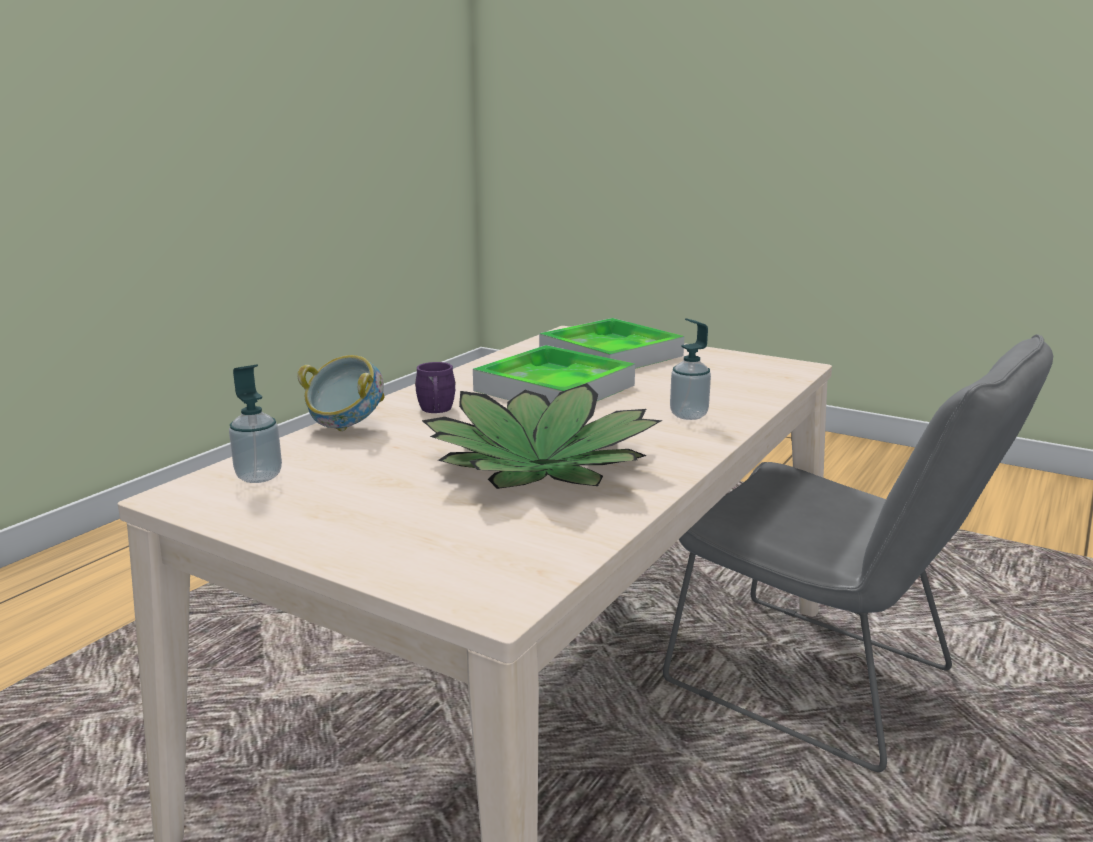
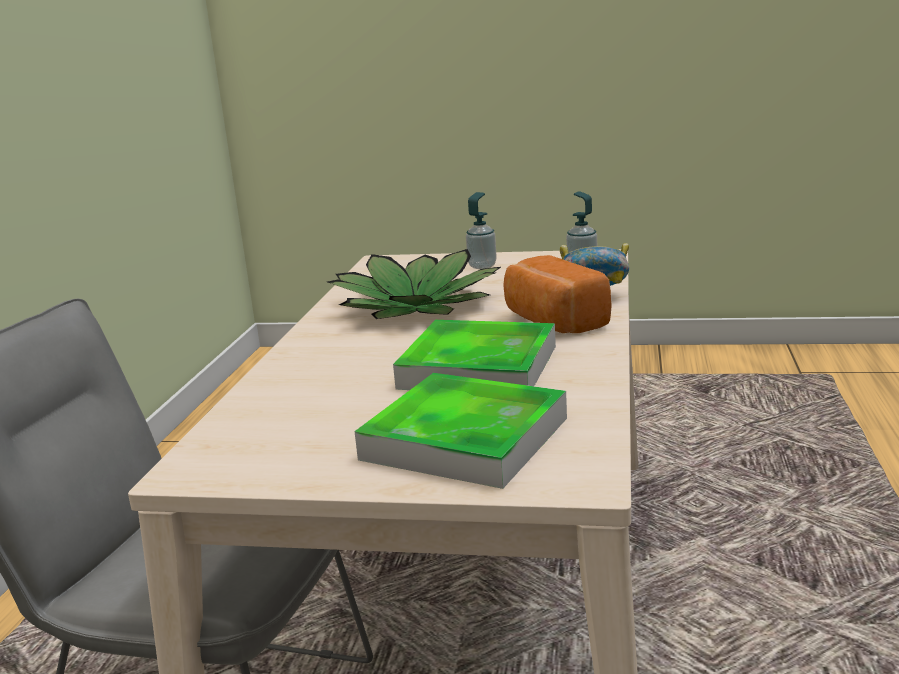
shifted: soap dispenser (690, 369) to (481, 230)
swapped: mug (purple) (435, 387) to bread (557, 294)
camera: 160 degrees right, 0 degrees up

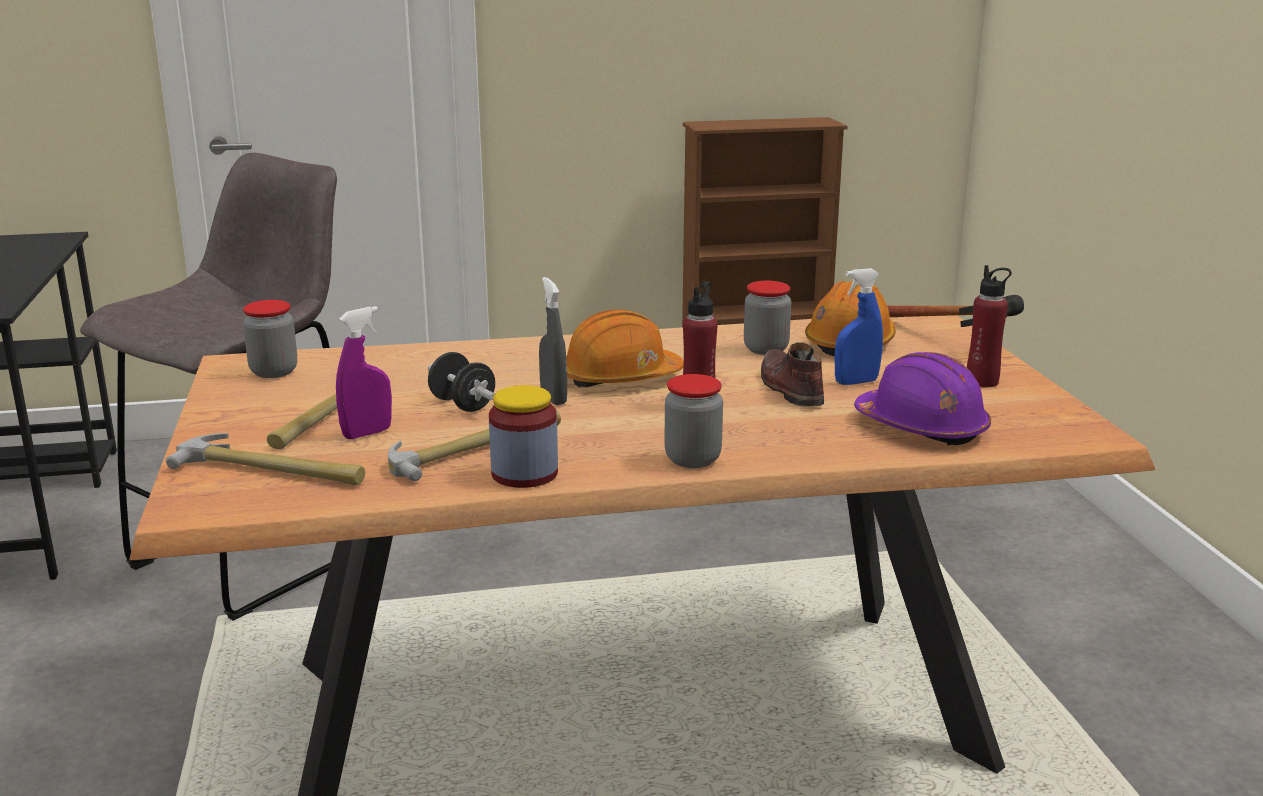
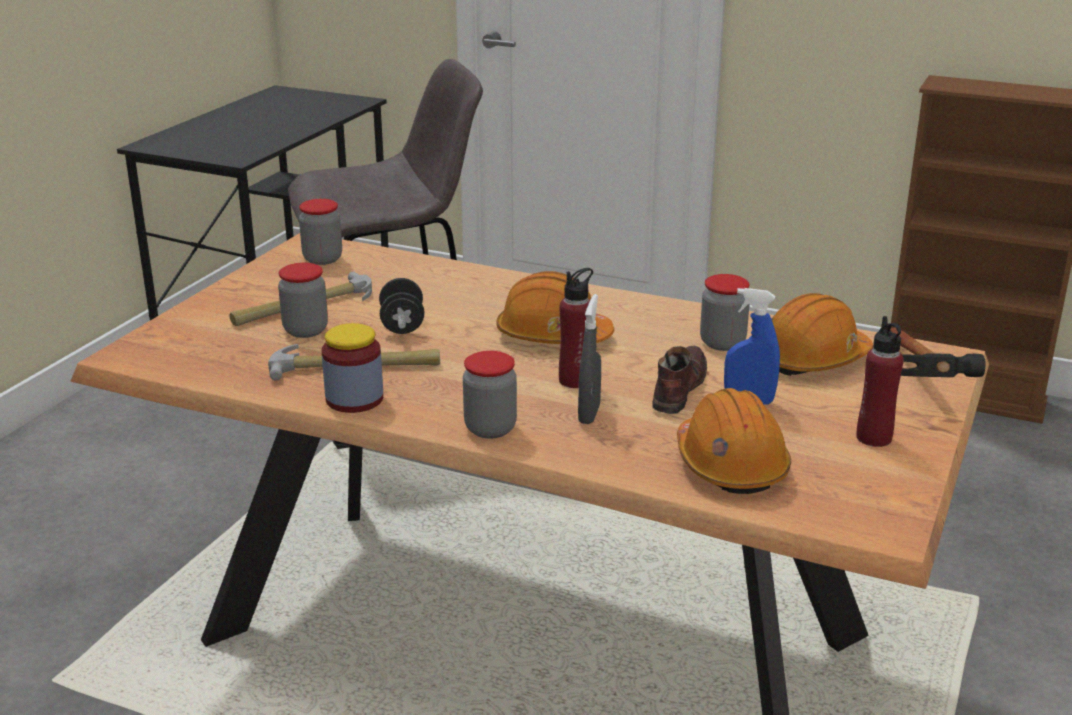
gone: hammer (265, 459)
shifted: spray bottle (grey) (553, 341) to (589, 359)
swapped: spray bottle (purple) (364, 372) to jar (303, 300)
repainted: hard hat (purple) (922, 398) to hard hat (orange) (734, 441)
camera: 35 degrees right, 5 degrees up

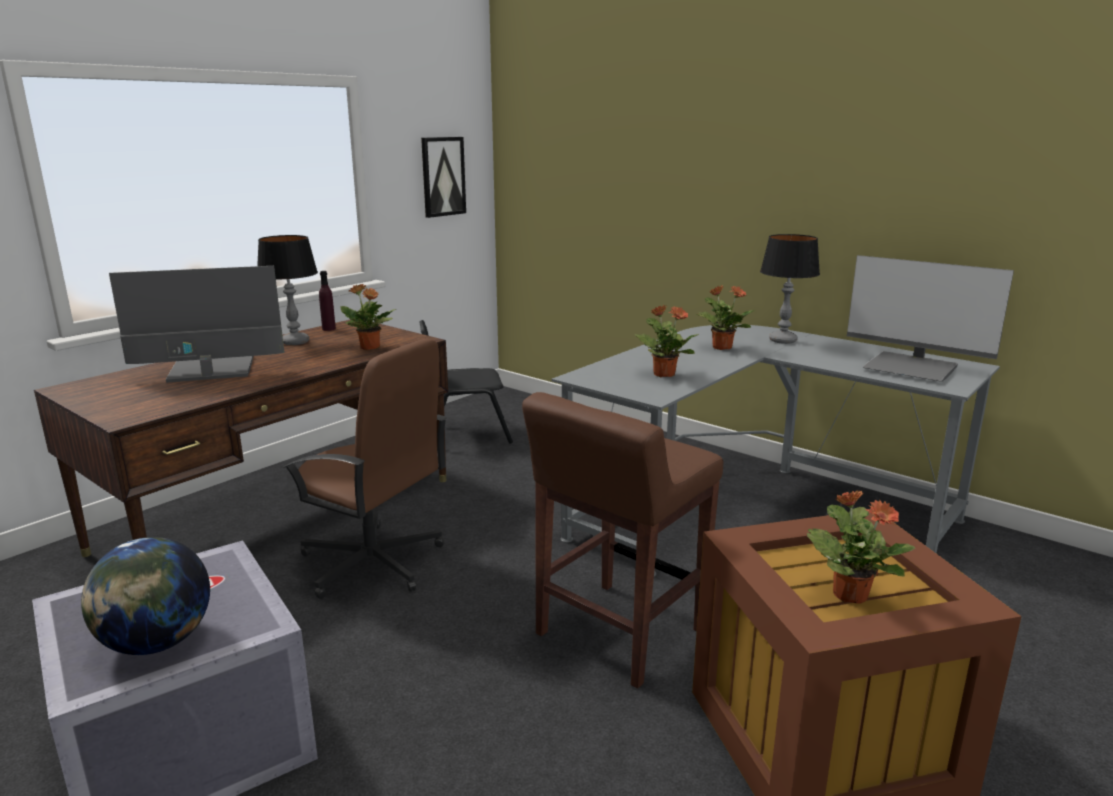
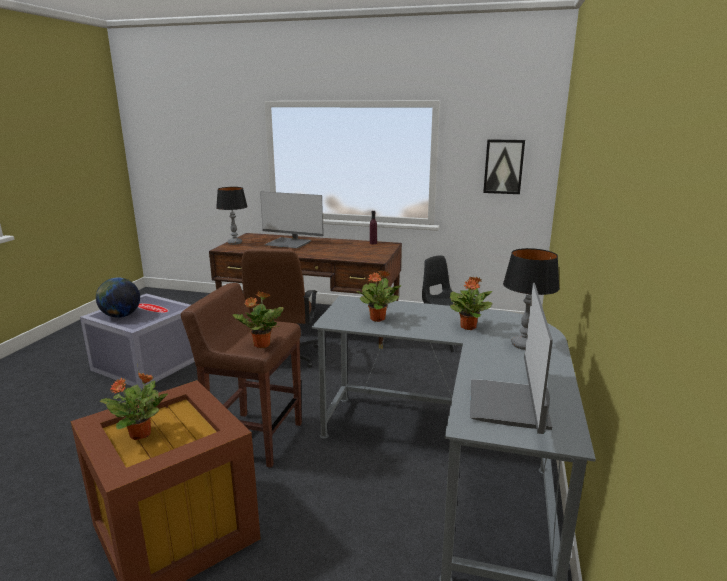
shifted: table lamp (287, 290) to (232, 216); potted plant (368, 317) to (258, 319)
rotated: monitor (196, 324) = (292, 219) 150 degrees clockwise
camera: 65 degrees right, 0 degrees up

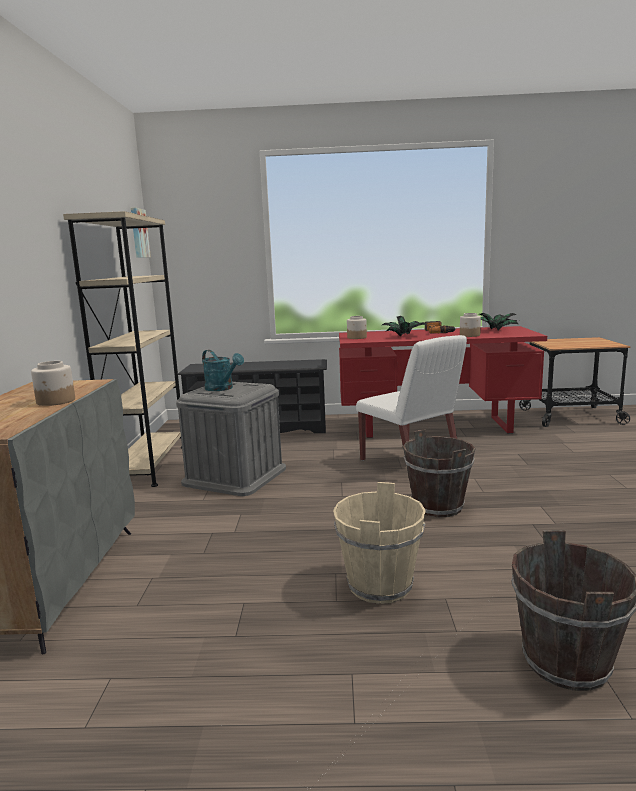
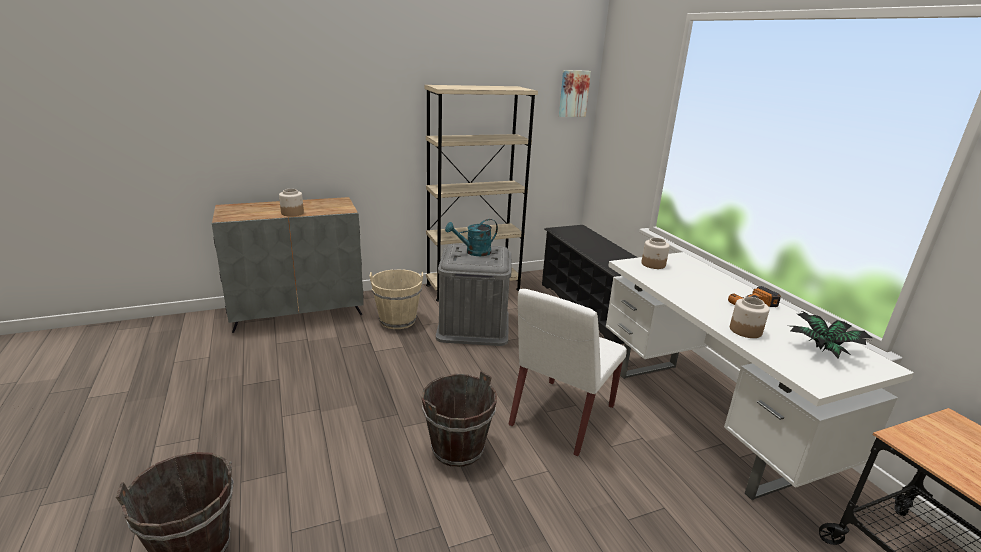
gone: potted plant (405, 326)
shifted: bucket (beige) (379, 543) to (396, 299)
repainted: desk (red) (443, 382) to desk (white) (760, 376)
rotated: watering can (turquoise) (223, 370) = (471, 237) 45 degrees clockwise
camera: 65 degrees right, 10 degrees up

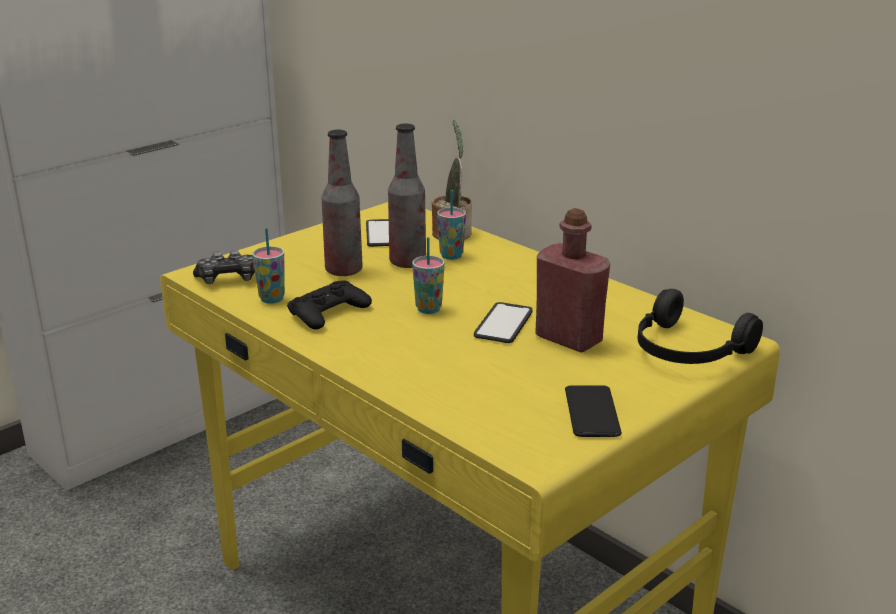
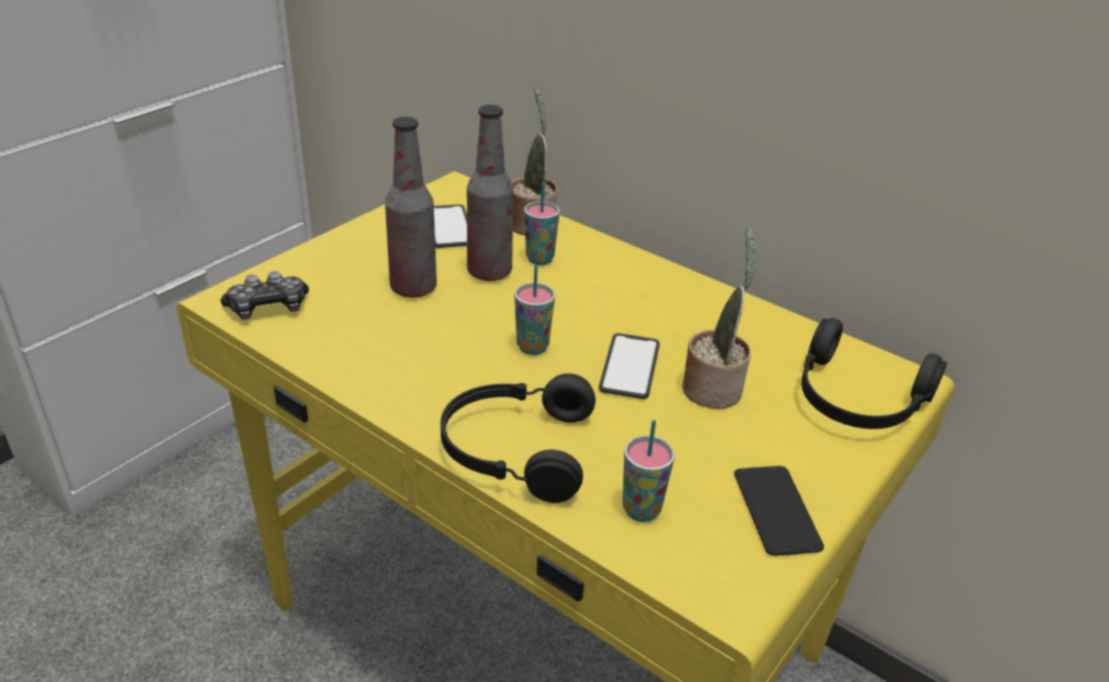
gone: game controller (black) (329, 304)
new: headphones (black) (518, 438)
shifted: cup (268, 266) to (648, 471)
swapped: bottle (red) (572, 280) to potted plant (720, 318)
camera: 10 degrees left, 10 degrees up

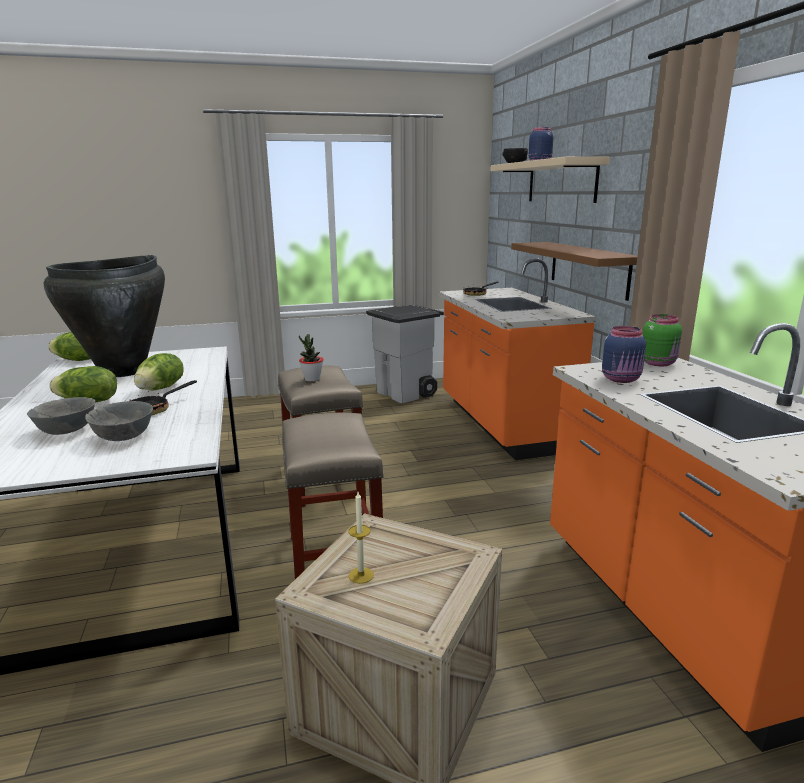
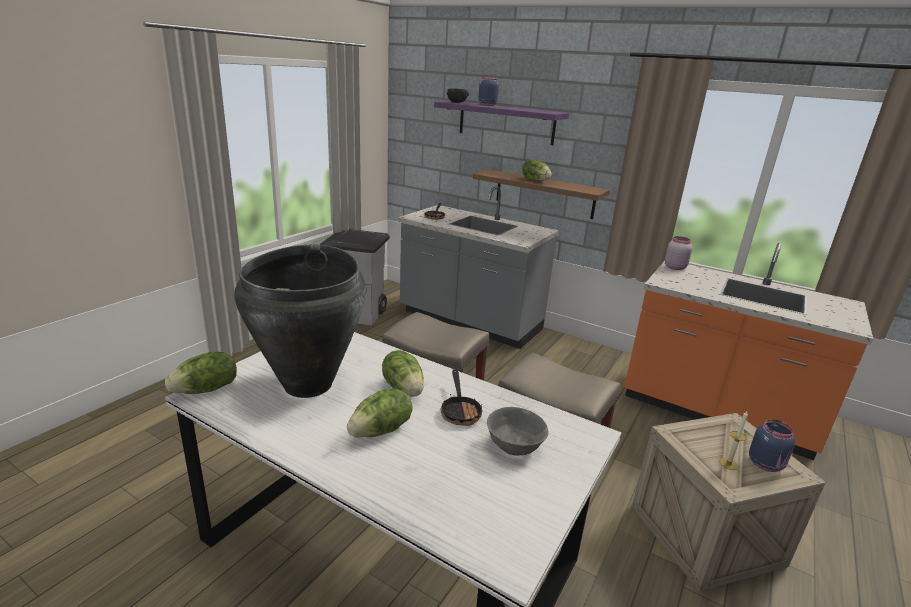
gone: bowl (grey) (61, 416); potted plant (311, 358)
new: lettuce (537, 170)
shifted: jar (blue) (624, 354) to (772, 445)
repainted: counter (orange) (517, 359) to counter (grey) (478, 267); shelf (beige) (550, 180) to shelf (purple) (501, 123); jar (green) (662, 340) to jar (pink) (678, 253)
camera: 45 degrees left, 5 degrees up

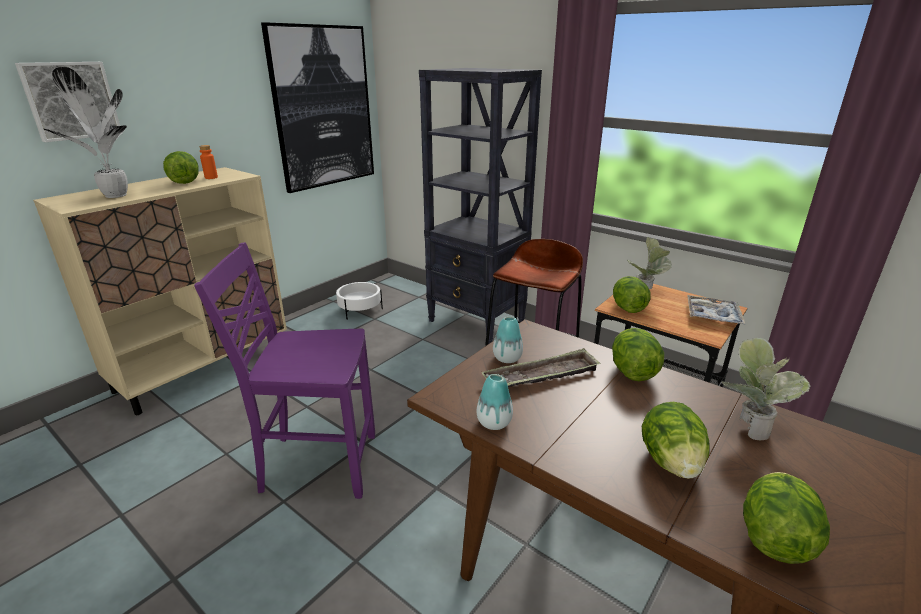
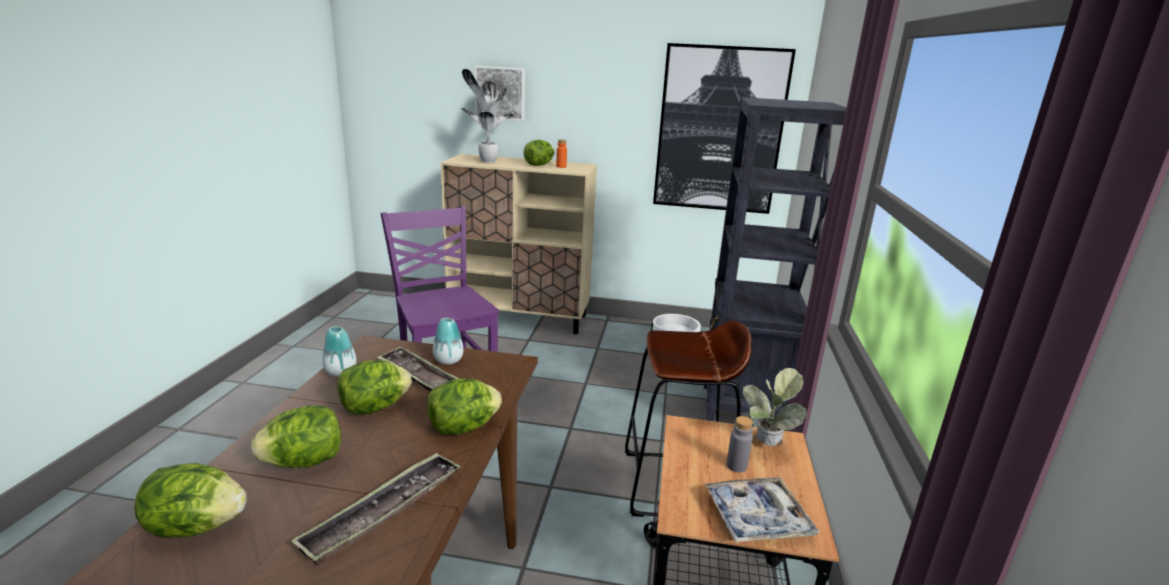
new: bottle (grey) (739, 444)
shifted: lettuce (632, 294) to (375, 387)
swapped: potted plant (766, 389) to tray (376, 508)
camera: 60 degrees right, 5 degrees down

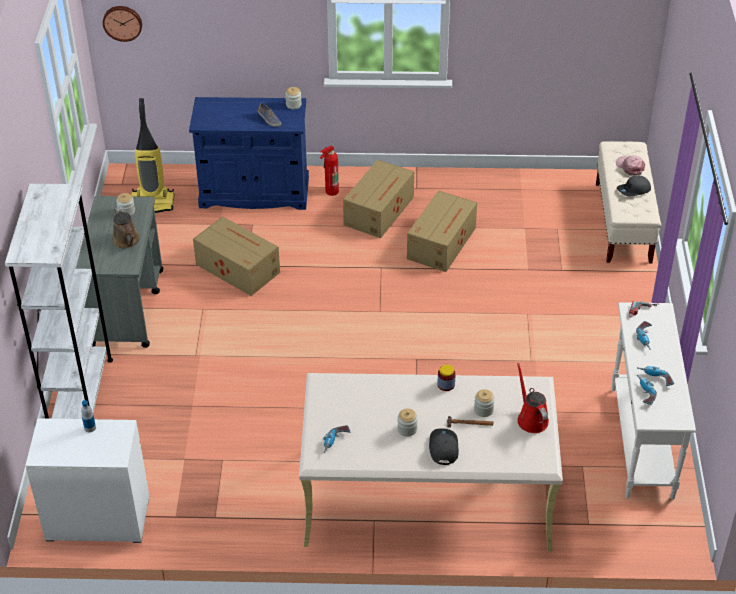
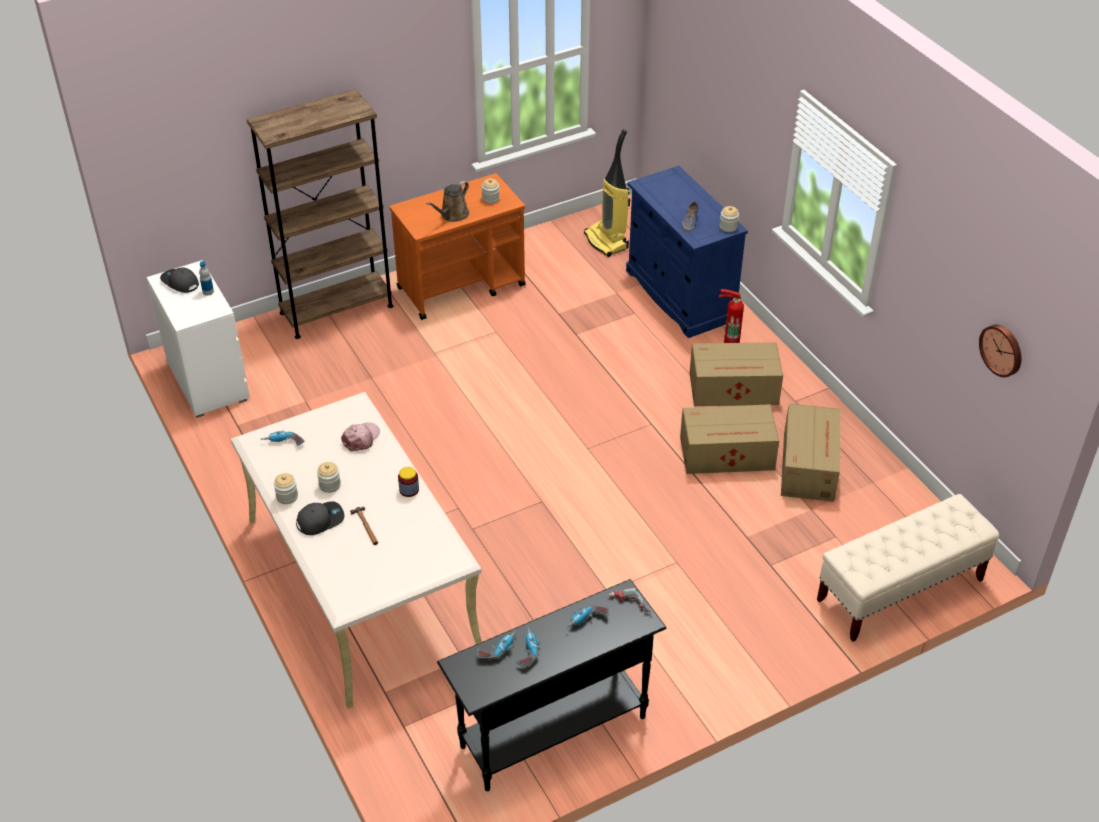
gone: watering can (red) (533, 398)
shifted: wall clock (122, 24) to (1000, 351); cardboard box (236, 256) to (811, 453); jar (484, 403) to (286, 488); cap (pink) (630, 165) to (360, 436); cap (grey) (634, 185) to (179, 280)
repainted: bookcase (white) (59, 301) to bookcase (brown) (320, 214); cart (grey) (119, 272) to cart (orange) (458, 246); console table (white) (653, 400) to console table (black) (551, 685)
camera: 60 degrees right, 0 degrees up

